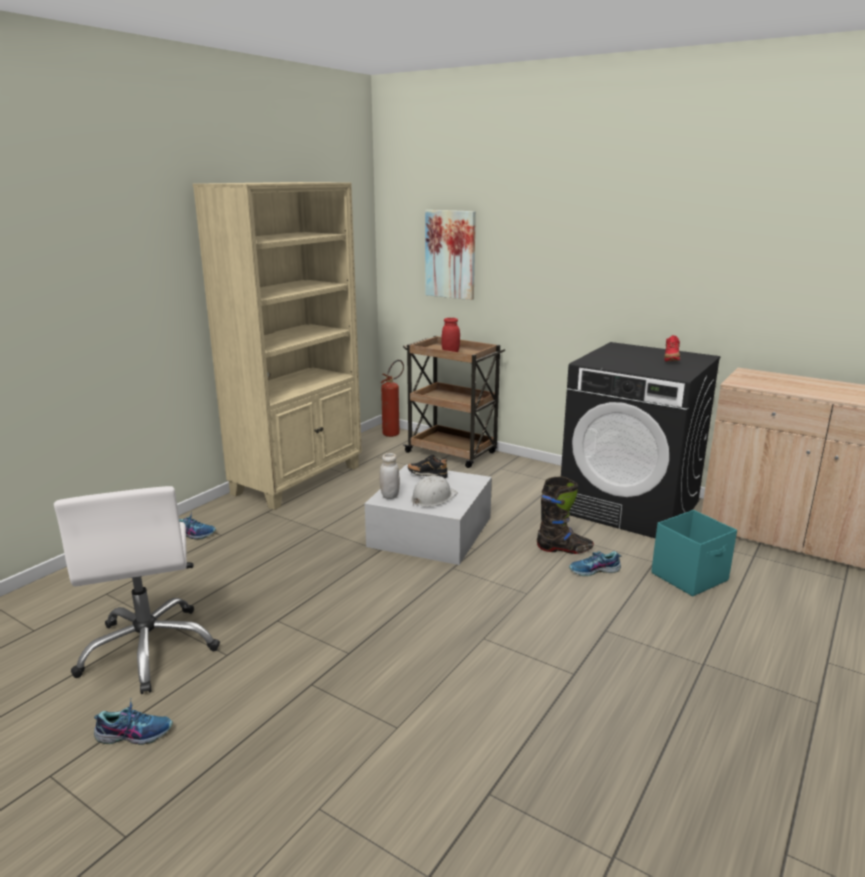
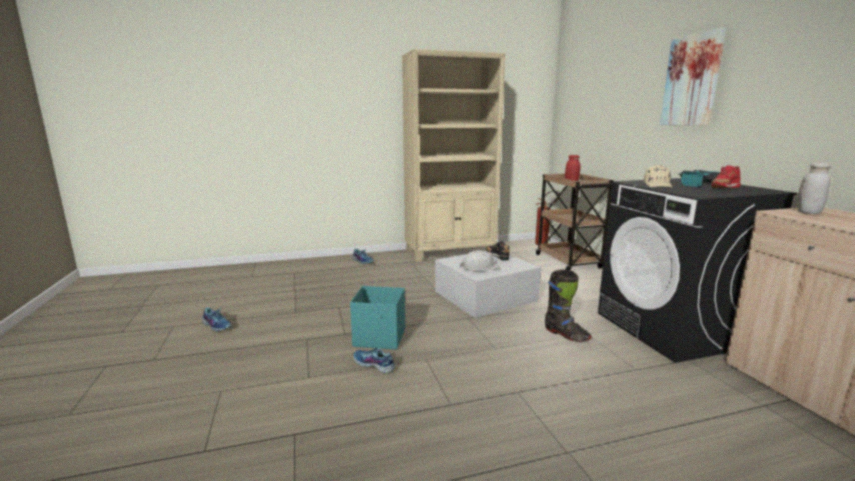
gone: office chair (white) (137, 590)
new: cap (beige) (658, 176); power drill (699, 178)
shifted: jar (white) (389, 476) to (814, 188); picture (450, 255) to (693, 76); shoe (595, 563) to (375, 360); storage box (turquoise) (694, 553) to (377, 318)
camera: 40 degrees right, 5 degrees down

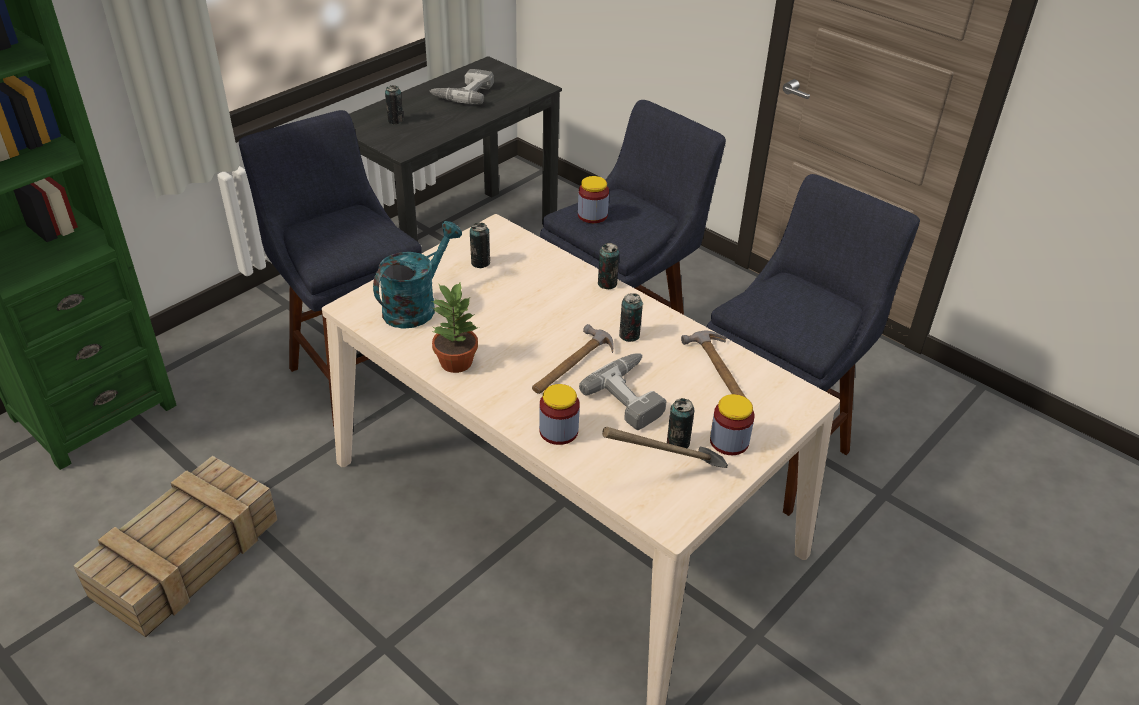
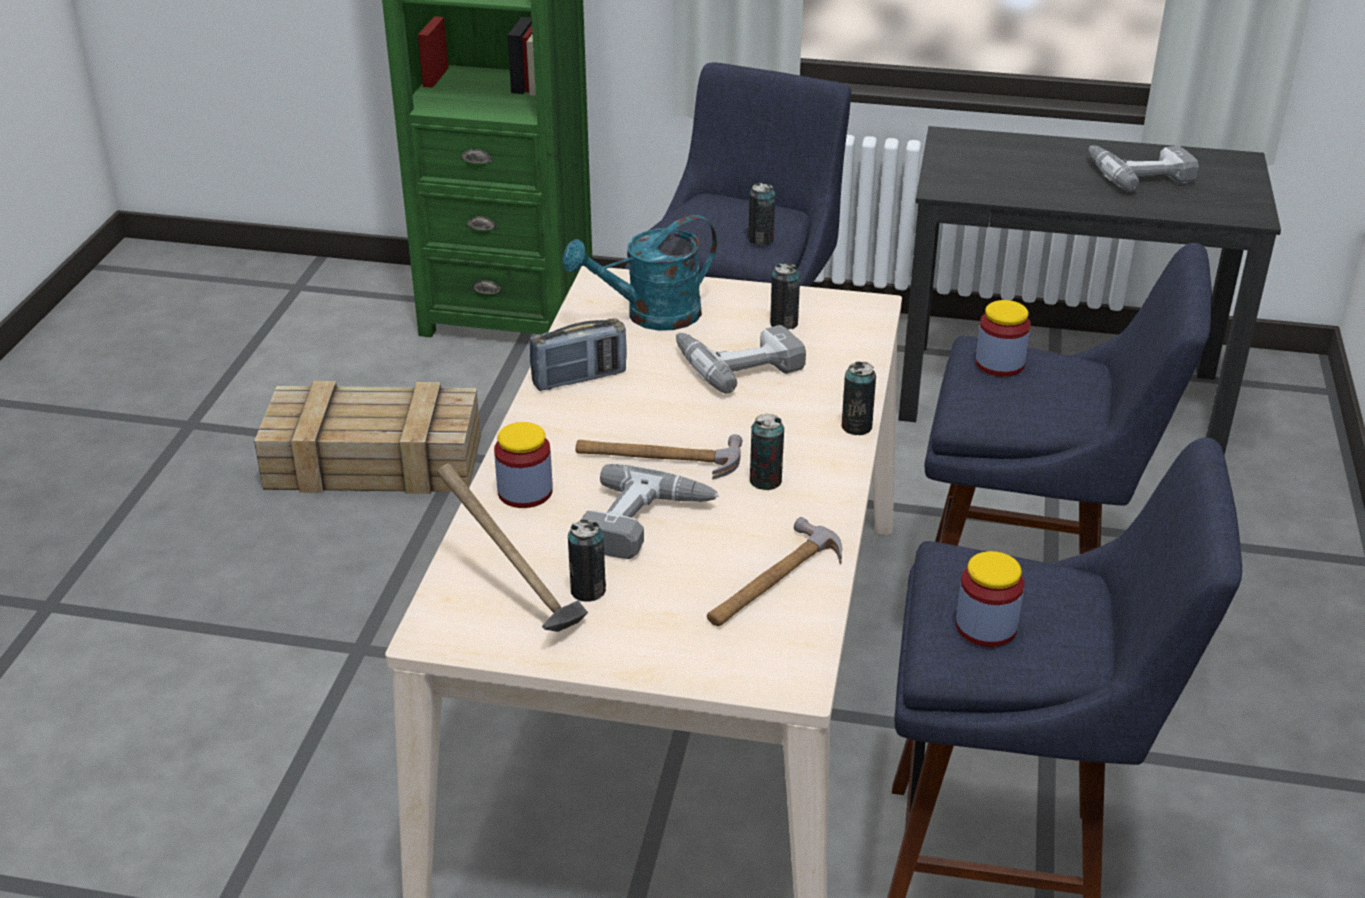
new: power drill (741, 359)
shifted: can (394, 104) to (761, 214); jar (732, 424) to (990, 599)
swapped: potted plant (455, 327) to radio (578, 354)
rotated: watering can (turquoise) (417, 275) = (639, 273) 150 degrees clockwise
camera: 60 degrees right, 5 degrees down

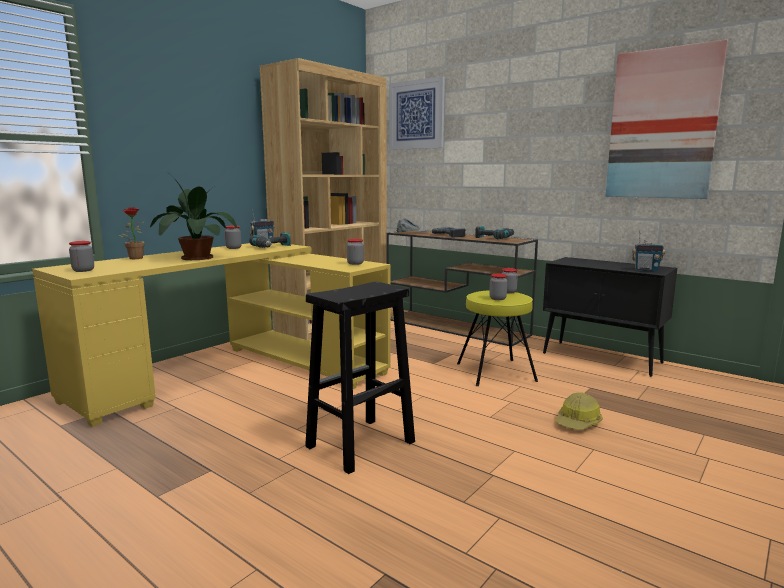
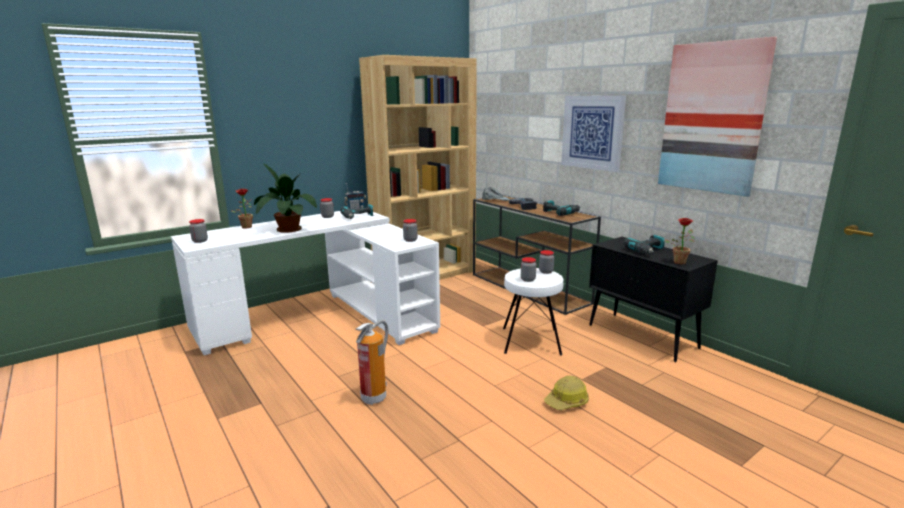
new: power drill (644, 244)
shifted: picture (417, 113) to (593, 134)
swapped: stool (black) (360, 377) to fire extinguisher (372, 362); radio (648, 250) to potted plant (679, 241)
repainted: desk (yellow) (211, 335) to desk (white) (305, 283); stool (yellow) (497, 338) to stool (white) (533, 311)
camera: 15 degrees right, 5 degrees up

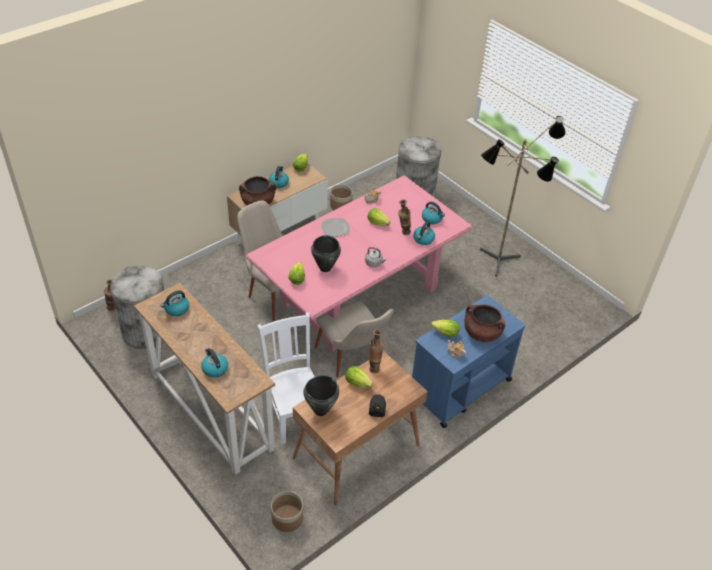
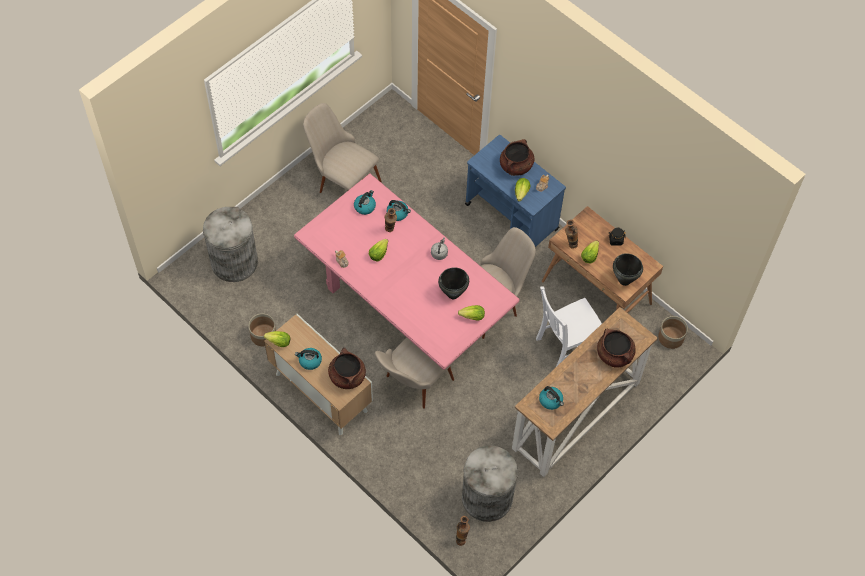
gone: plate (335, 227)
swapped: kettle (214, 363) to cooking pot (brown) (616, 348); floor lamp (523, 196) to chair (beige) (342, 148)
camera: 95 degrees left, 15 degrees up

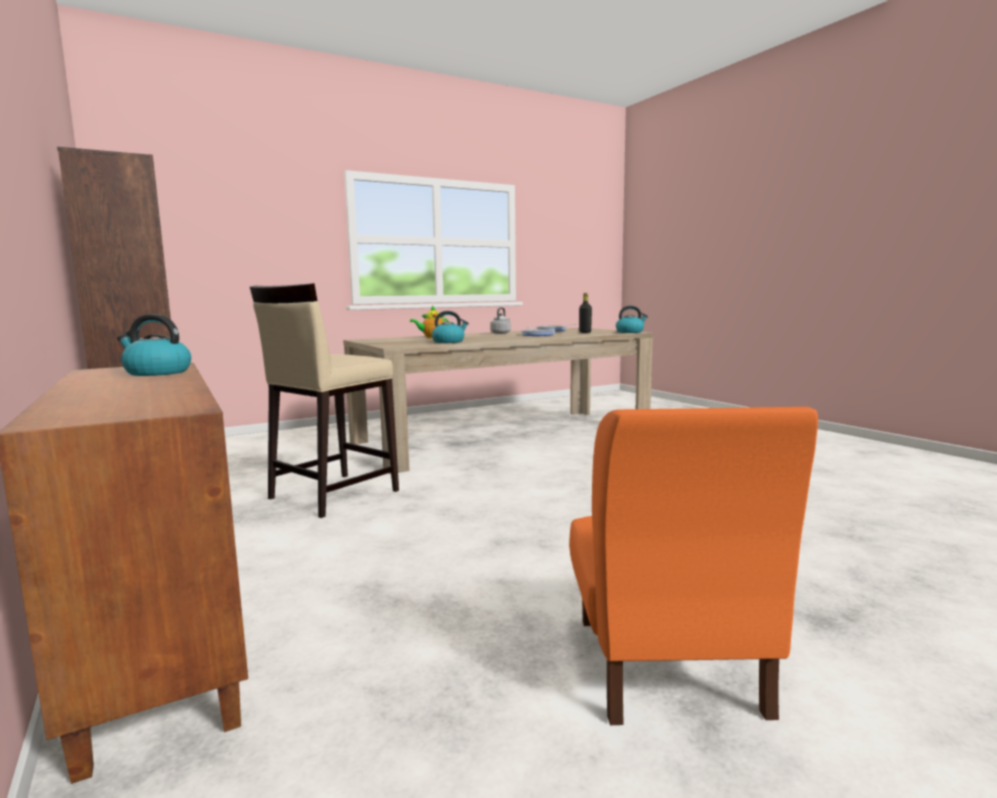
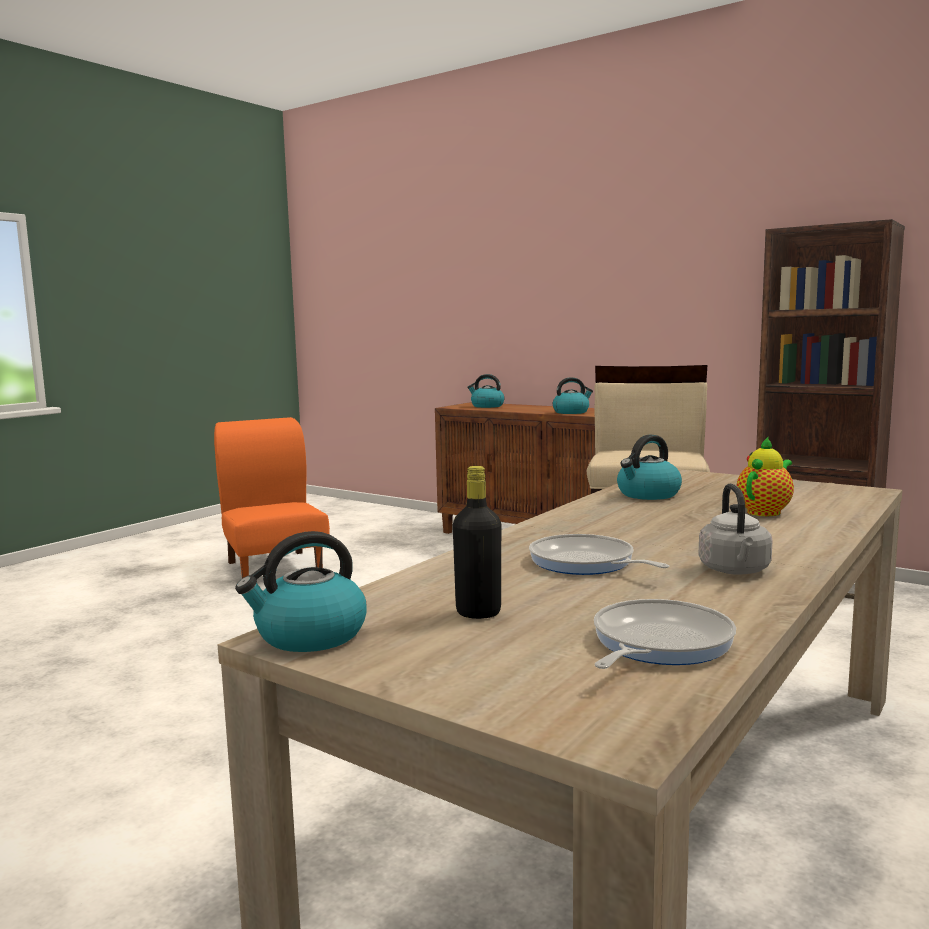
new: kettle (485, 391)
camera: 155 degrees right, 0 degrees up

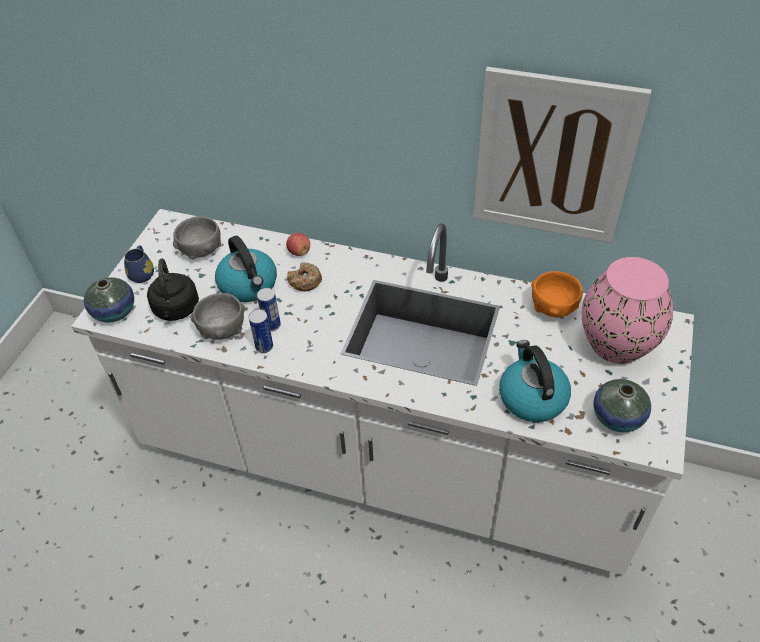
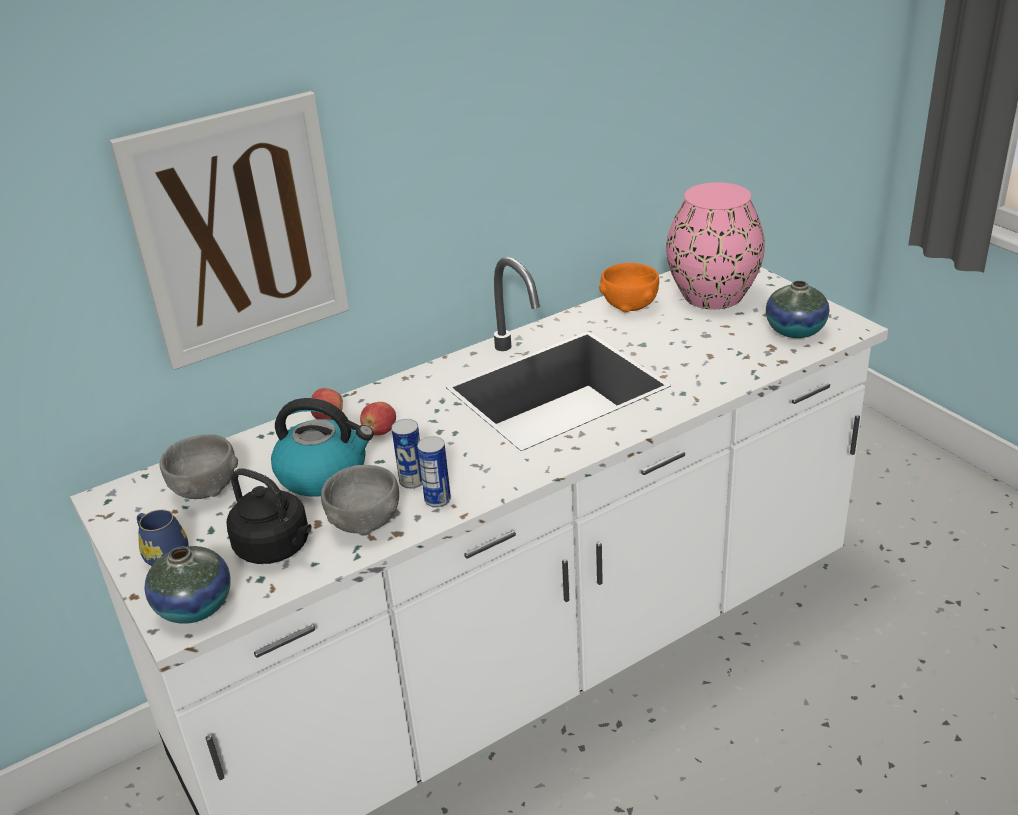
gone: kettle (535, 381)
shifted: picture (562, 155) to (229, 230)
swapped: donut (304, 276) to apple (378, 419)
camera: 50 degrees left, 15 degrees down

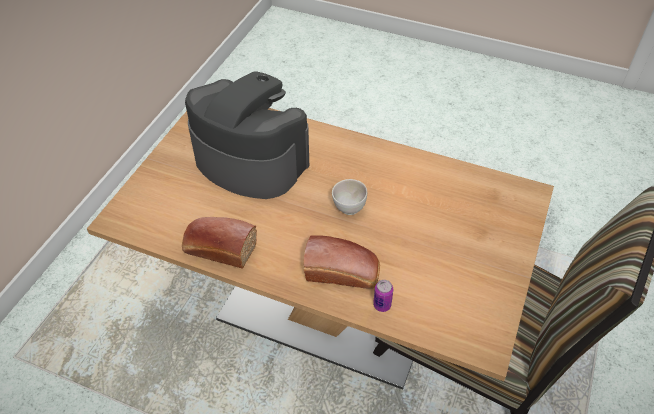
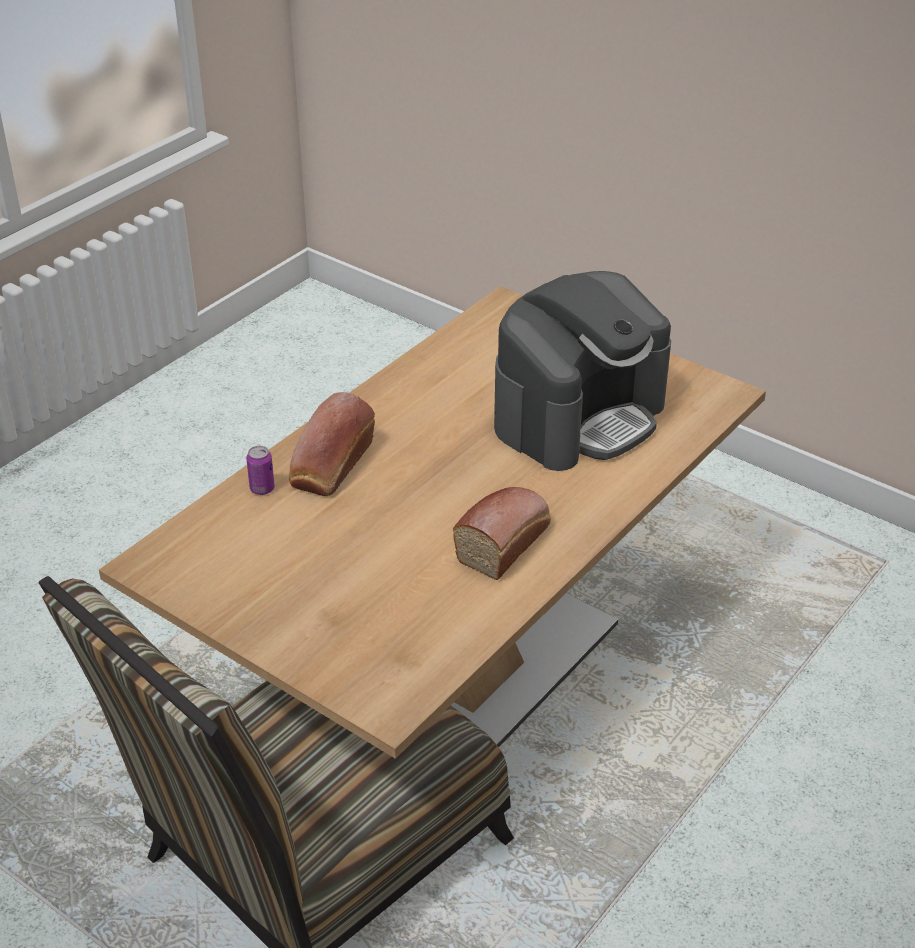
gone: bowl (white) (349, 197)
shifted: bread (219, 243) to (502, 533)
camera: 105 degrees right, 10 degrees down

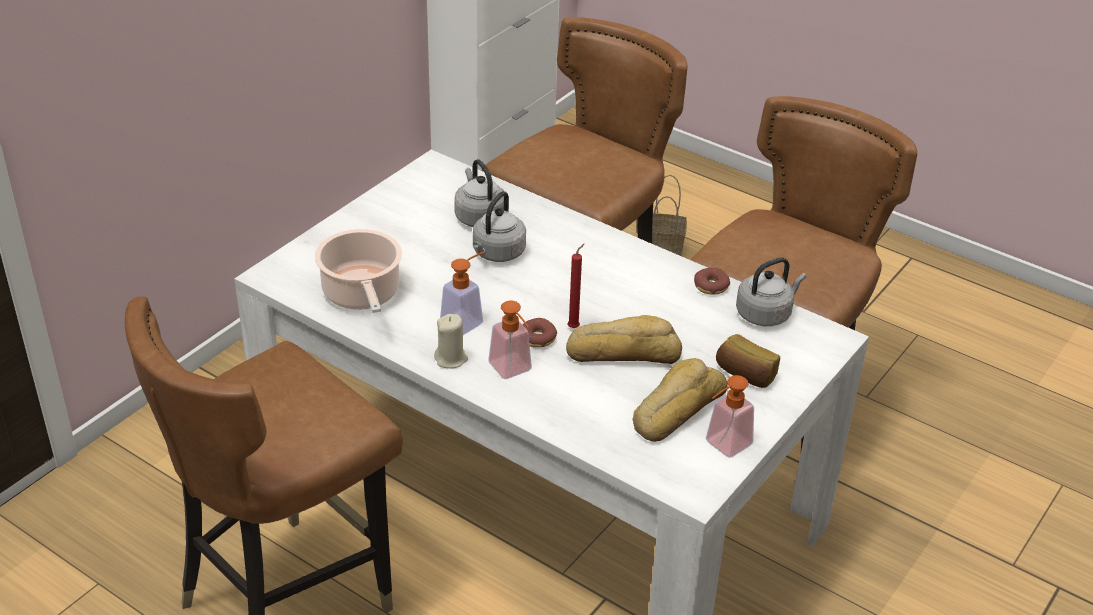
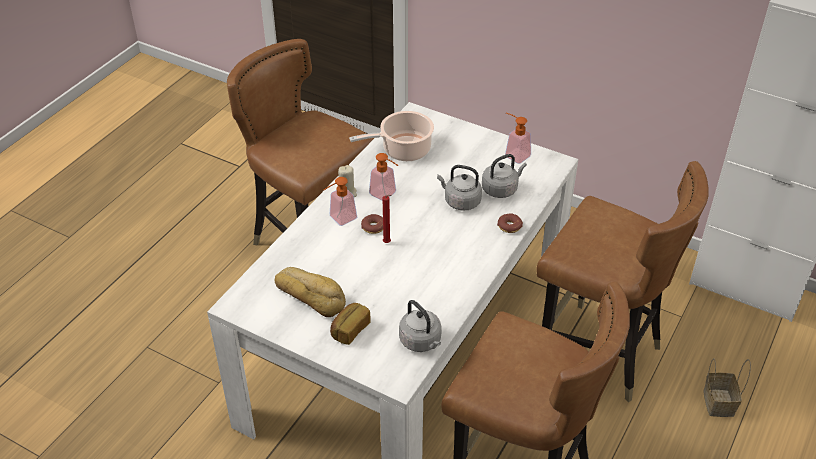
gone: bread (624, 339)
shifted: donut (712, 281) to (510, 223); soap dispenser (730, 416) to (518, 138)
camera: 85 degrees right, 5 degrees up

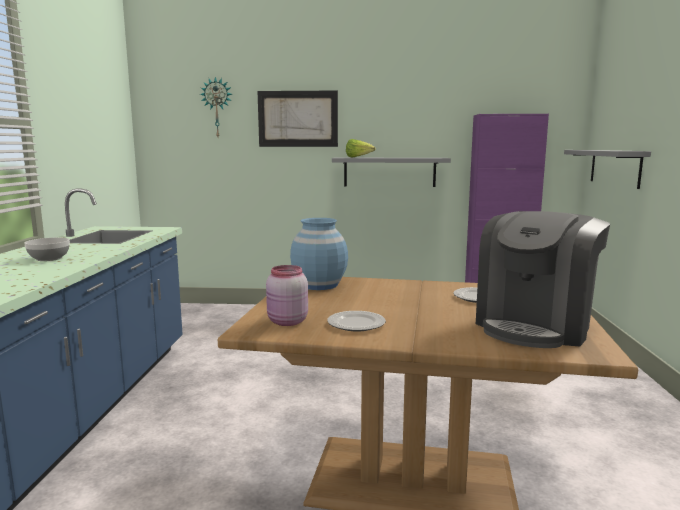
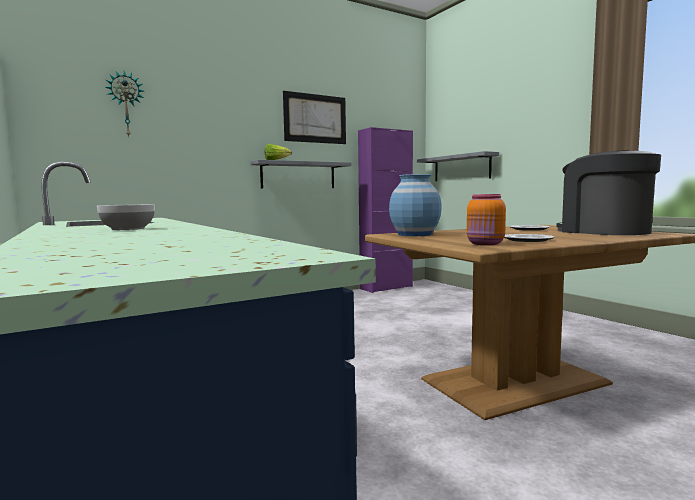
shifted: picture (297, 119) to (314, 117)
repainted: jar (pink) (287, 295) to jar (orange) (486, 219)
rotated: coffee machine (543, 279) = (608, 192) 150 degrees clockwise
camera: 35 degrees left, 5 degrees down

